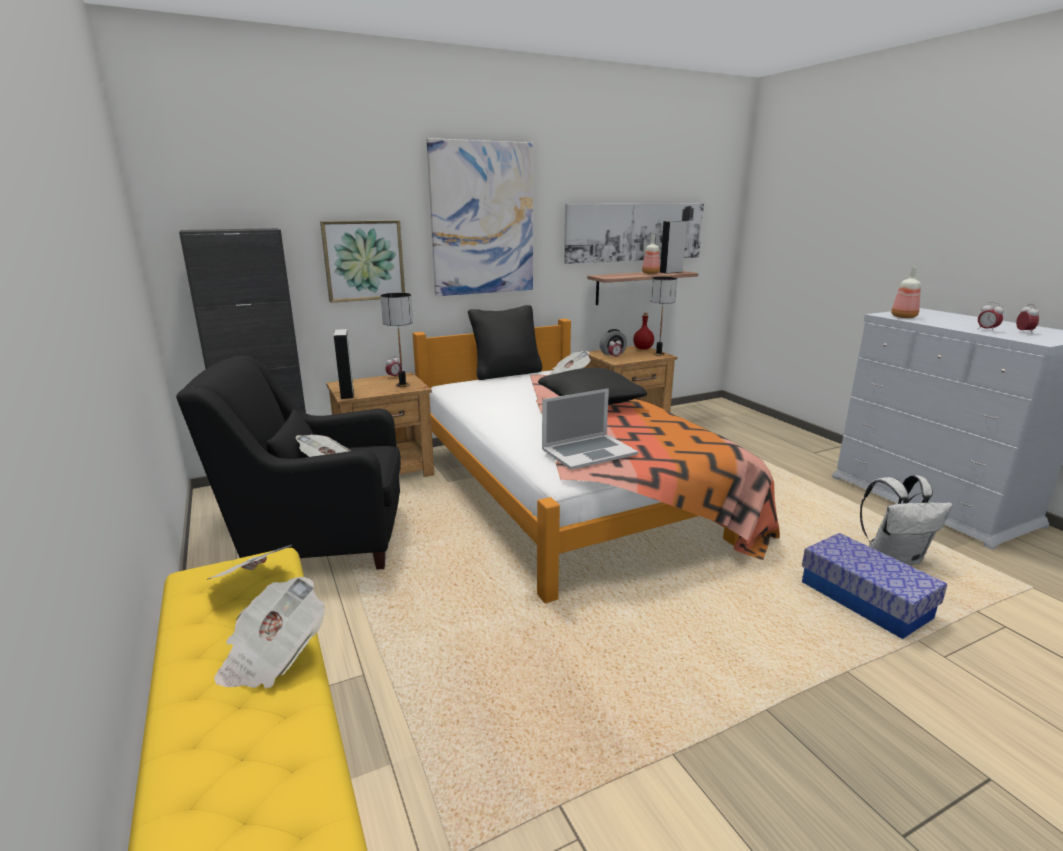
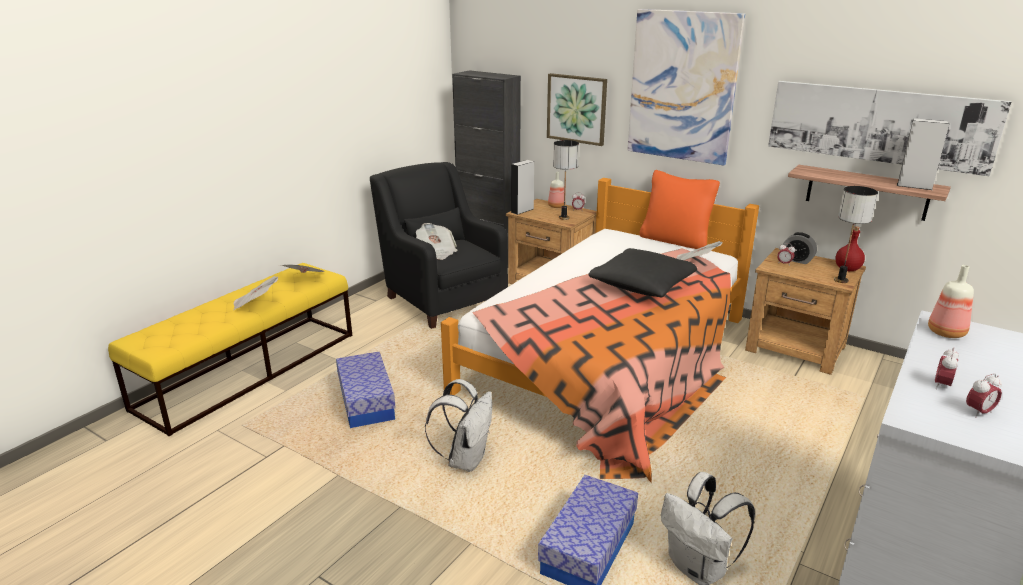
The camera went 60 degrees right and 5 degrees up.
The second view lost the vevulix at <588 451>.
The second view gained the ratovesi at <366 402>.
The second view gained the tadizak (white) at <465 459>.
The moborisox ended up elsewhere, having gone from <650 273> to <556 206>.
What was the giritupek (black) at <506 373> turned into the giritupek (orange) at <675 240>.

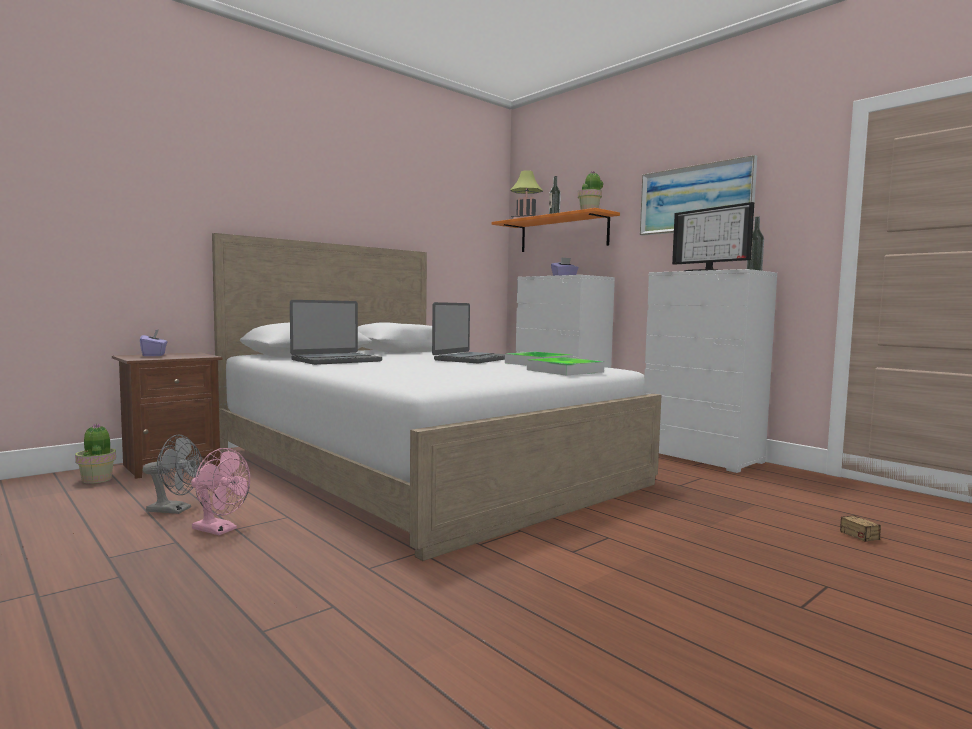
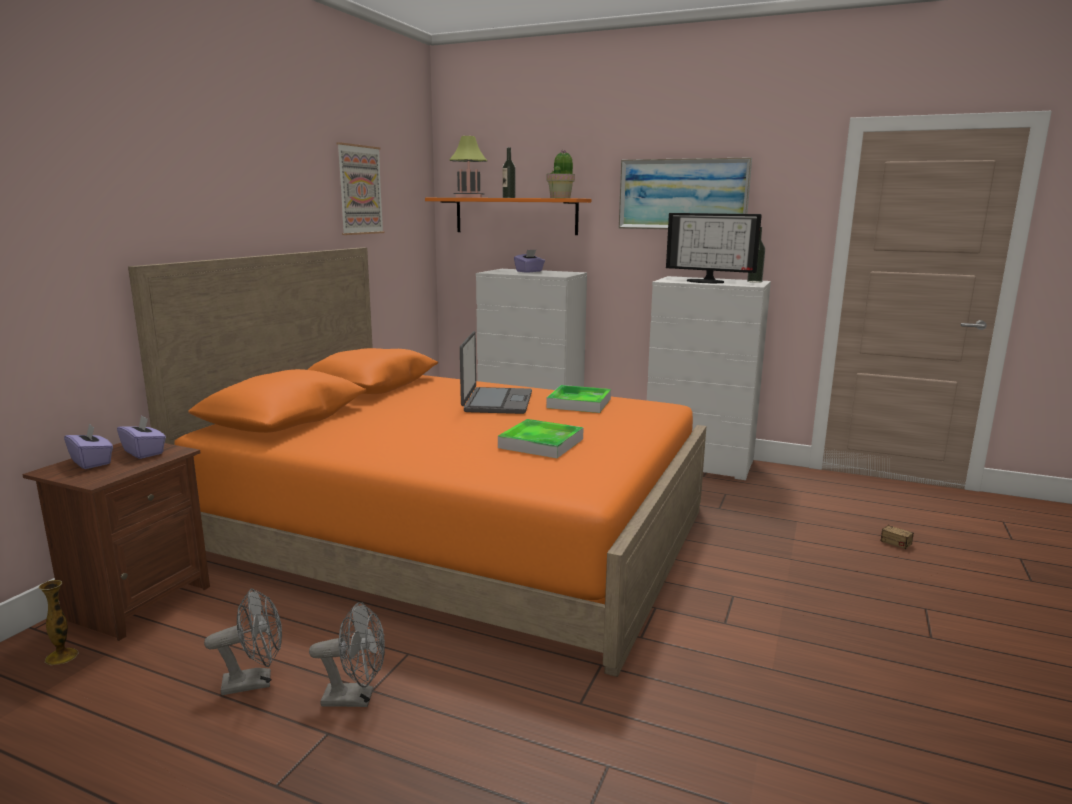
The camera went 25 degrees left and 10 degrees up.
The second view lost the vevulix at <336 360>.
The second view gained the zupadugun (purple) at <144 452>.
The second view gained the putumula at <359 190>.
The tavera ended up elsewhere, having gone from <565 371> to <541 443>.
Where the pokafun stood at <97 479>, the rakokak came to stand at <61 657>.
What was the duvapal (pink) at <220 530> turned into the duvapal (grey) at <356 698>.
What was the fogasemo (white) at <421 466> turned into the fogasemo (orange) at <457 533>.

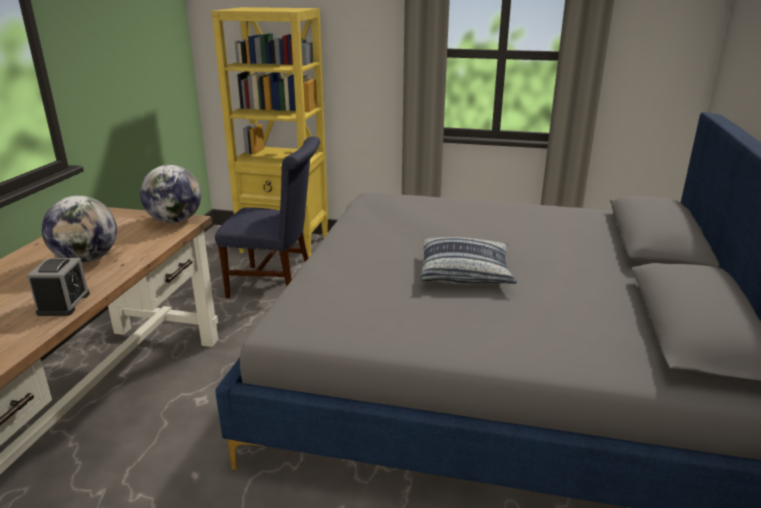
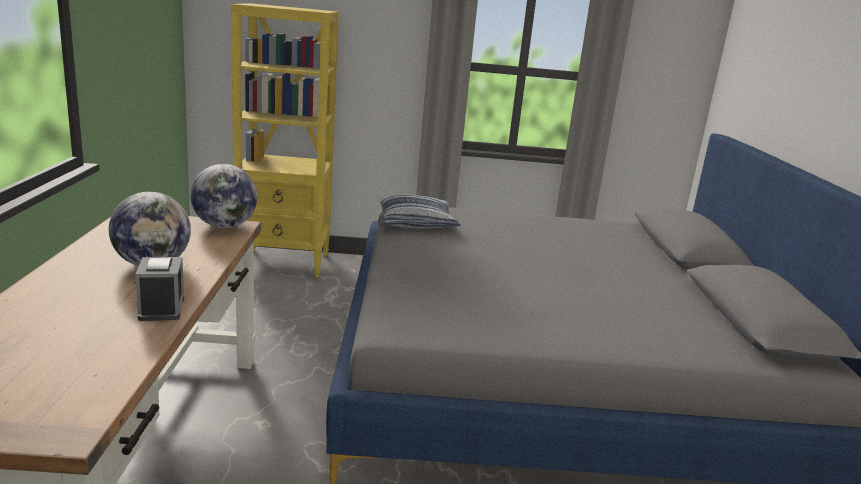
The camera went 15 degrees left and 5 degrees down.
The second view lost the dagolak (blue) at <277 284>.
The giritupek ended up elsewhere, having gone from <465 272> to <417 222>.

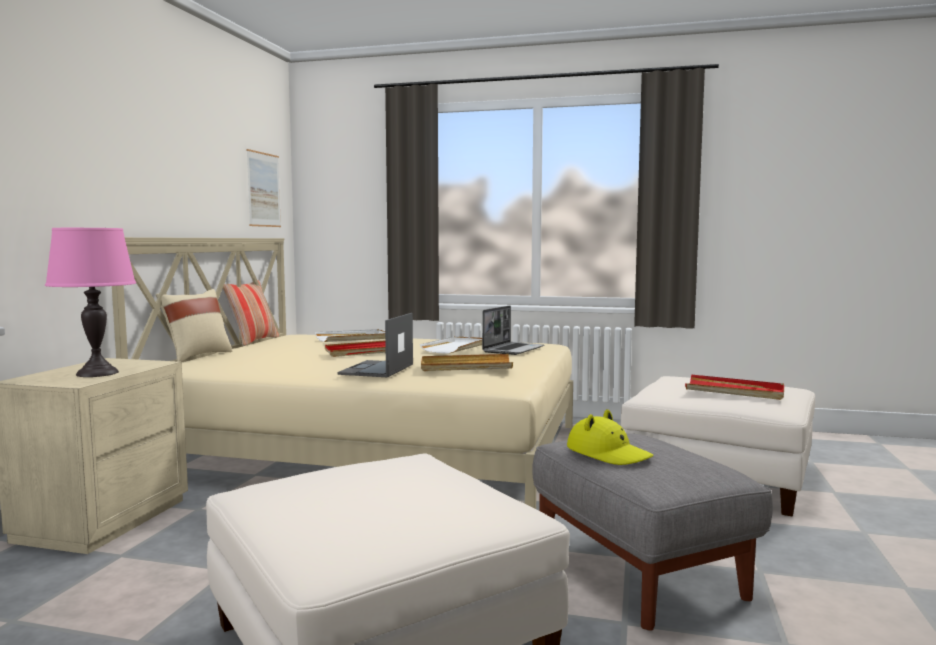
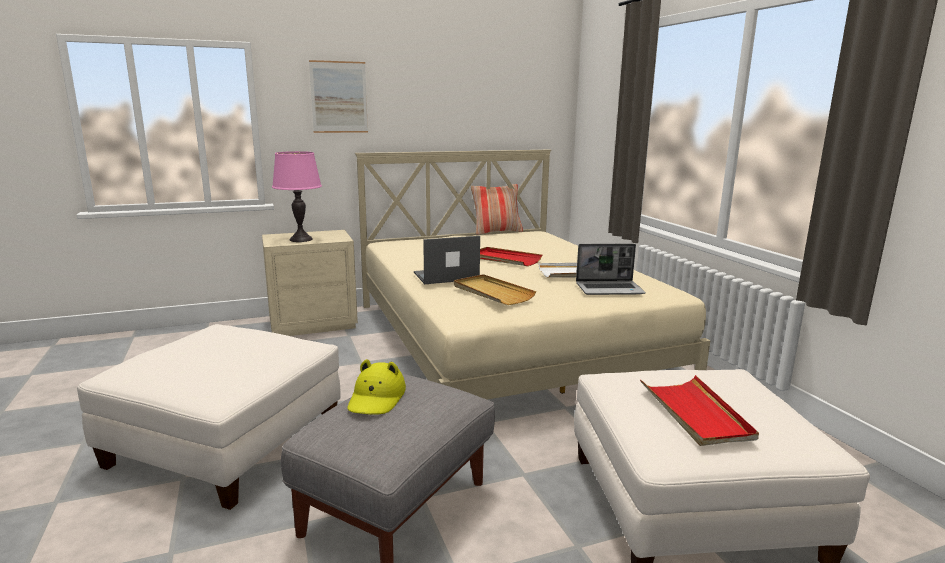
The camera went 55 degrees right and 10 degrees up.
The second view lost the giritupek (beige) at <197 356>.
The second view lost the tavera (white) at <354 338>.
The putumula ended up elsewhere, having gone from <263 189> to <339 97>.

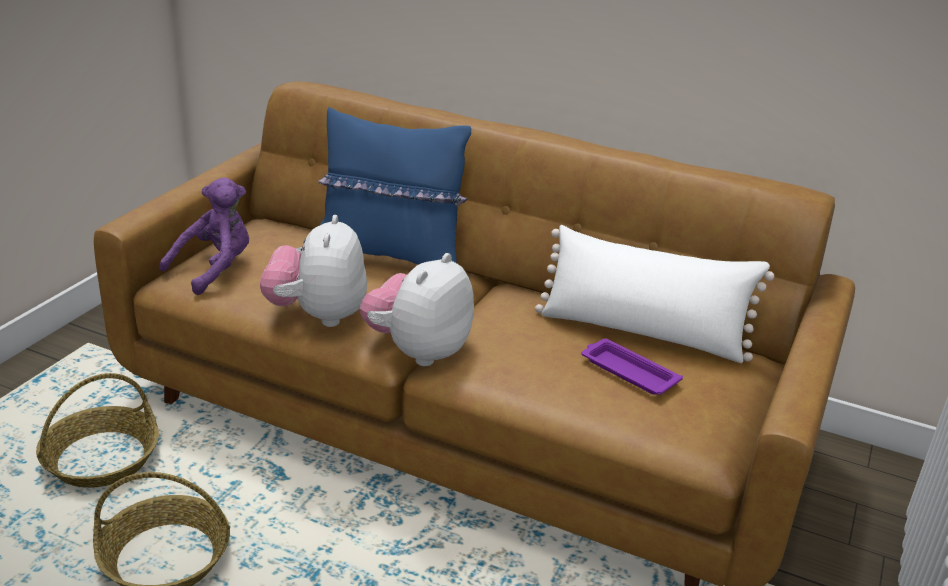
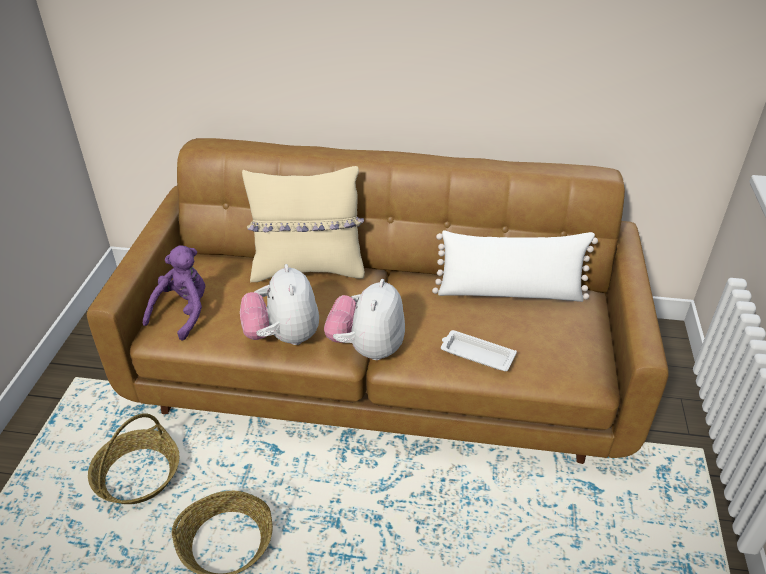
The camera went 15 degrees left and 10 degrees up.
The second view lost the tavera (purple) at <628 372>.
The second view gained the tavera (white) at <476 354>.
What was the giritupek (blue) at <390 257> turned into the giritupek (beige) at <308 269>.

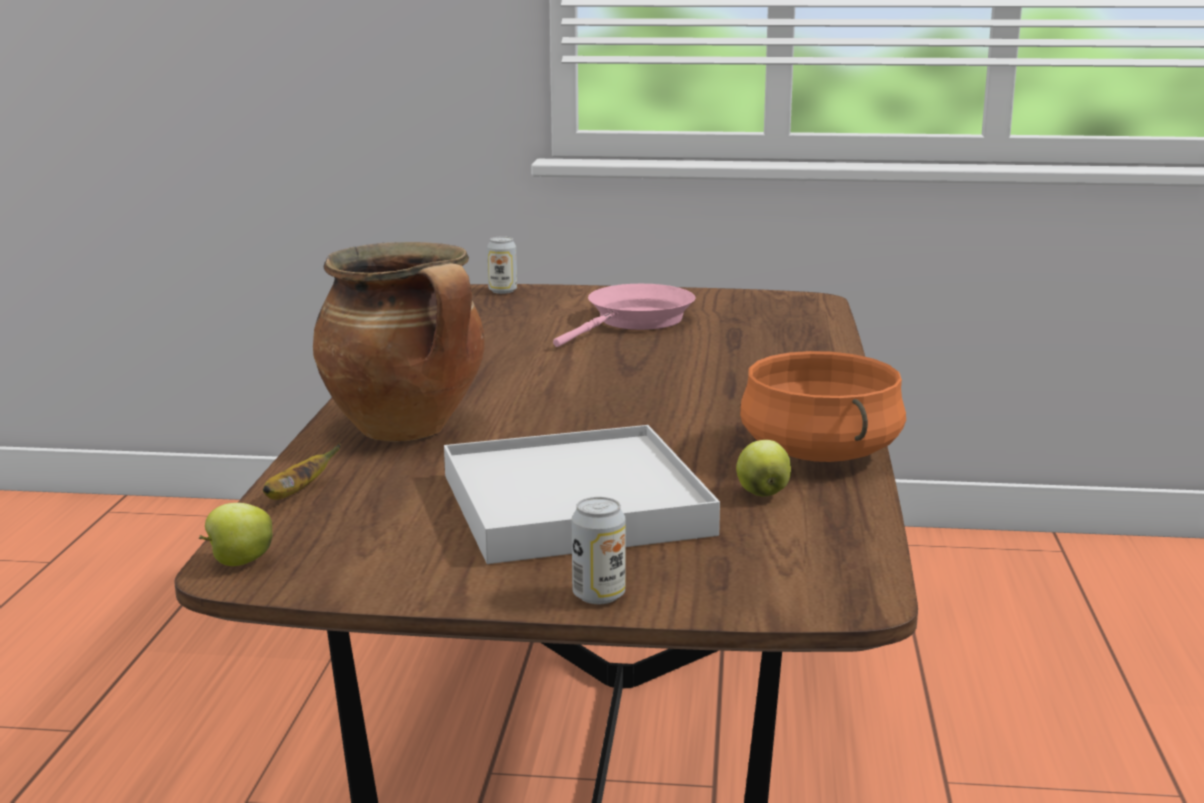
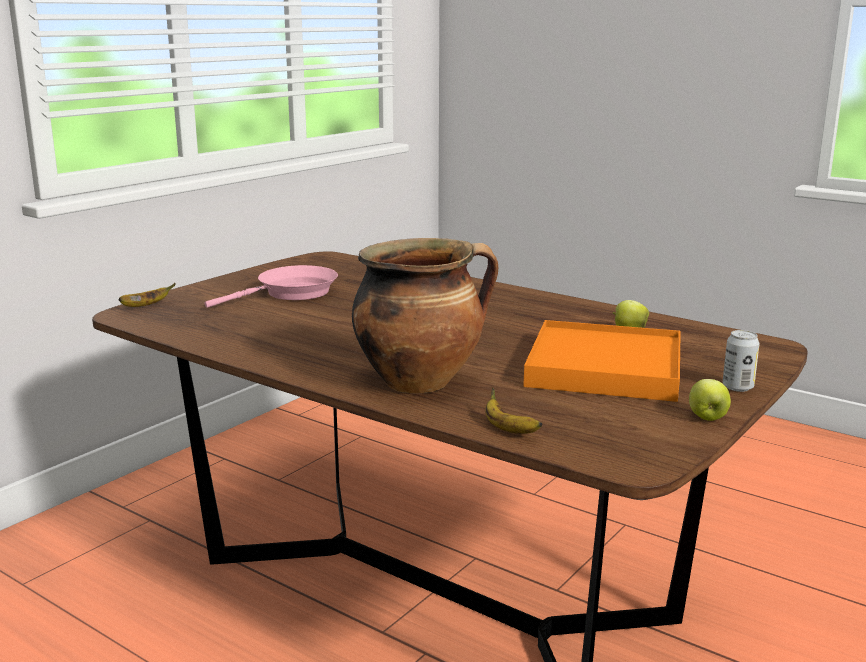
The camera went 60 degrees left and 0 degrees up.
The second view lost the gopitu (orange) at <818 452>.
The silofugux ended up elsewhere, having gone from <238 562> to <707 418>.
Where the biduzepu stood at <502 291>, the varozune came to stand at <145 306>.
What was the tavera (white) at <574 504> turned into the tavera (orange) at <604 368>.
The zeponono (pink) at <635 322> ended up facing another way, 75 degrees clockwise from before.

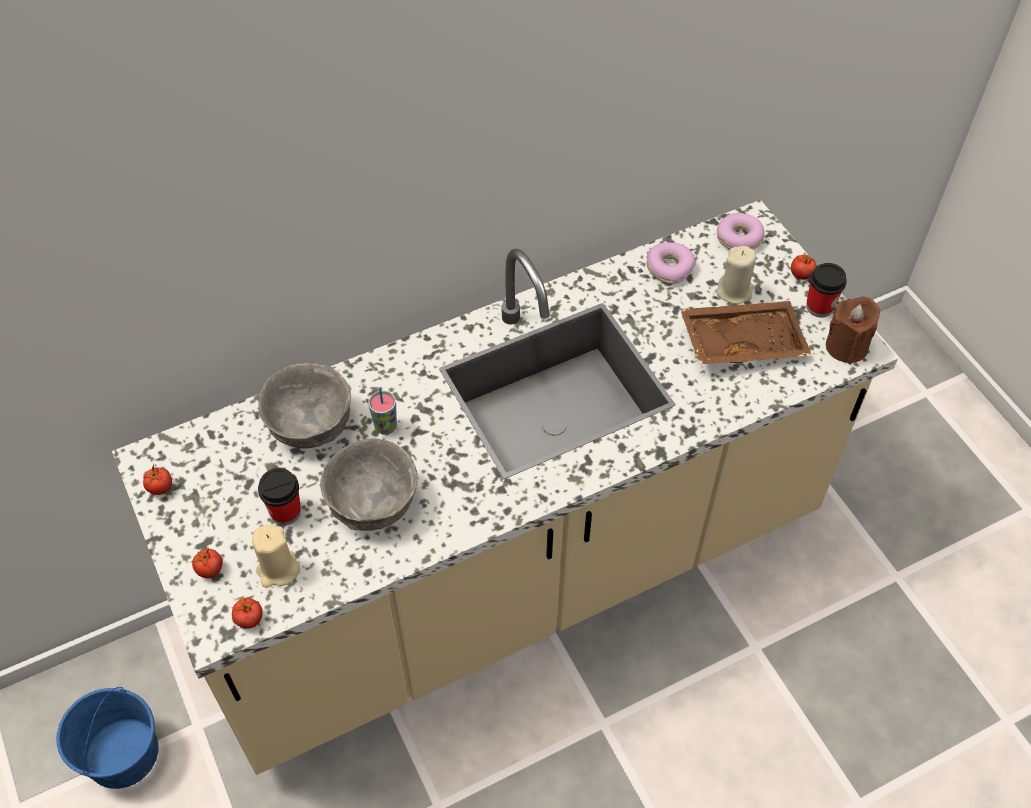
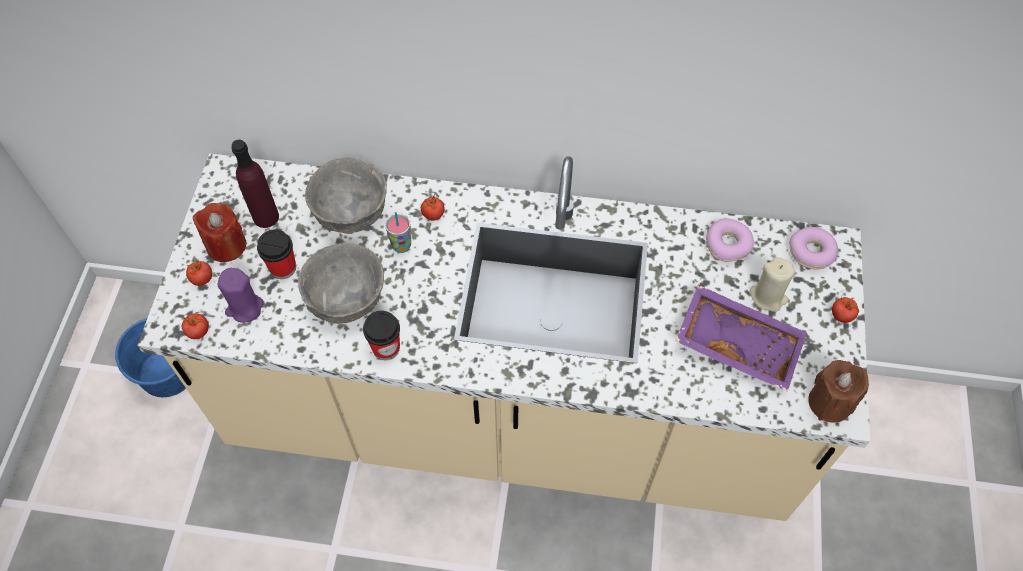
The camera went 35 degrees right and 5 degrees up.
The second view gained the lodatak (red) at <226 245>.
The second view gained the moborisox (purple) at <266 217>.
The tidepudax ended up elsewhere, having gone from <160 488> to <433 215>.
The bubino ended up elsewhere, having gone from <819 307> to <386 348>.
What was the lodatak (beige) at <278 569> turned into the lodatak (purple) at <244 307>.
What was the tavera (brown) at <742 341> turned into the tavera (purple) at <738 343>.

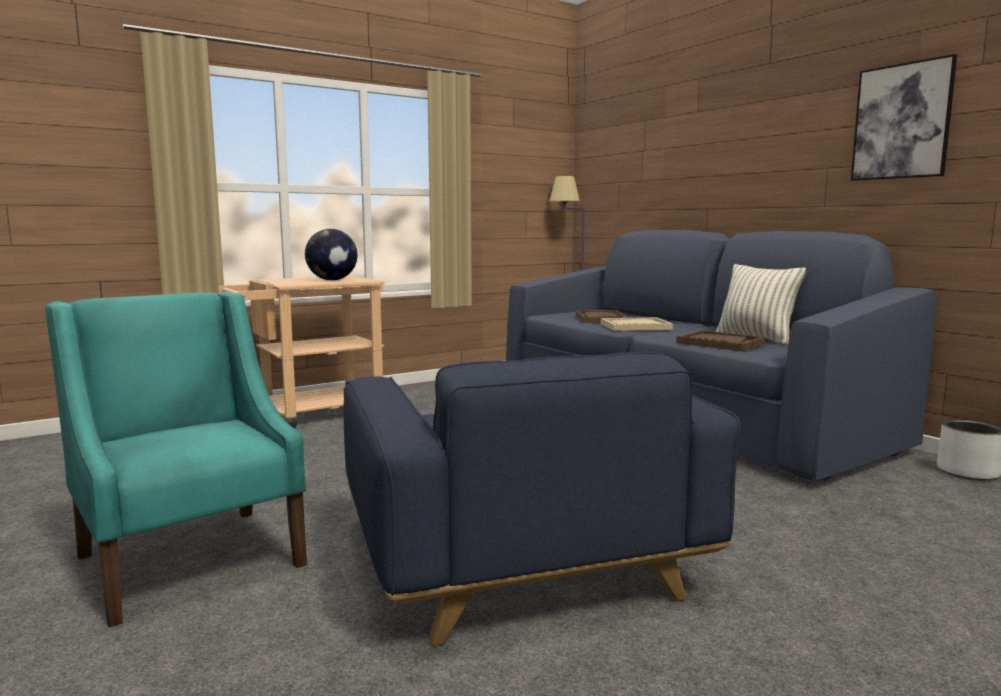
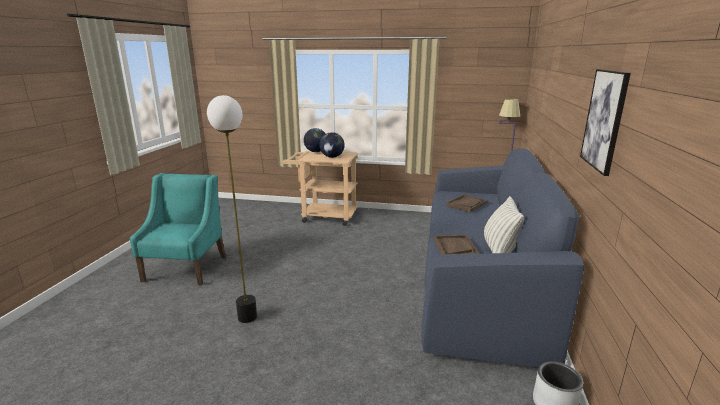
The camera went 45 degrees right and 10 degrees up.
The second view lost the tavera (beige) at <635 326>.
The second view gained the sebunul at <316 152>.
Where the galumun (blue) stood at <520 559>, the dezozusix came to stand at <247 317>.

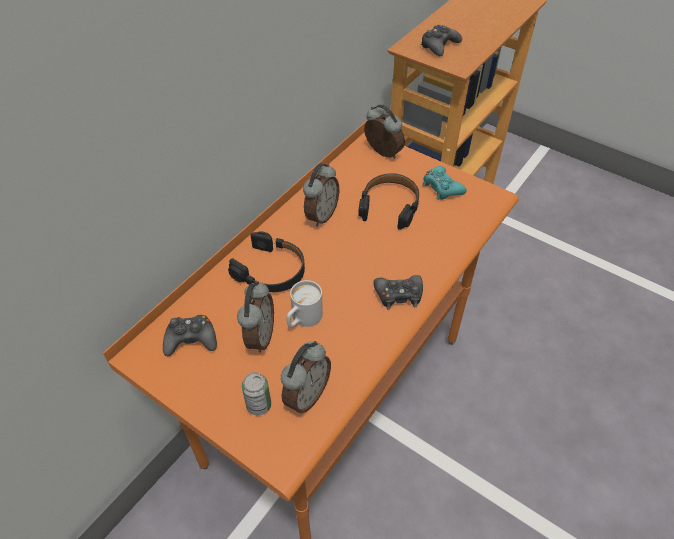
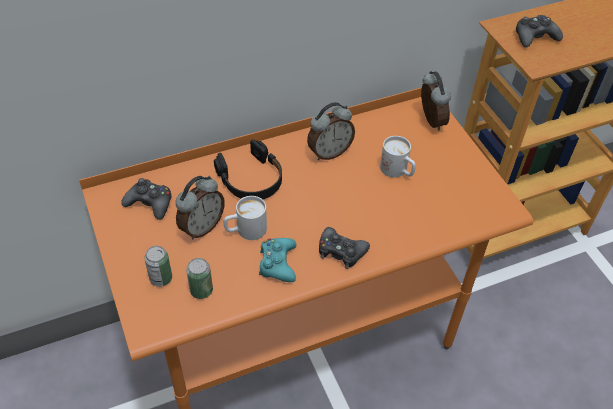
The camera went 30 degrees right and 0 degrees up.
The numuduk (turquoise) ended up elsewhere, having gone from <442 188> to <277 263>.
Where the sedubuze stood at <306 395>, the biduzepu came to stand at <201 290>.
Where the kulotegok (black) stood at <389 205>, the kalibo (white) came to stand at <397 171>.

